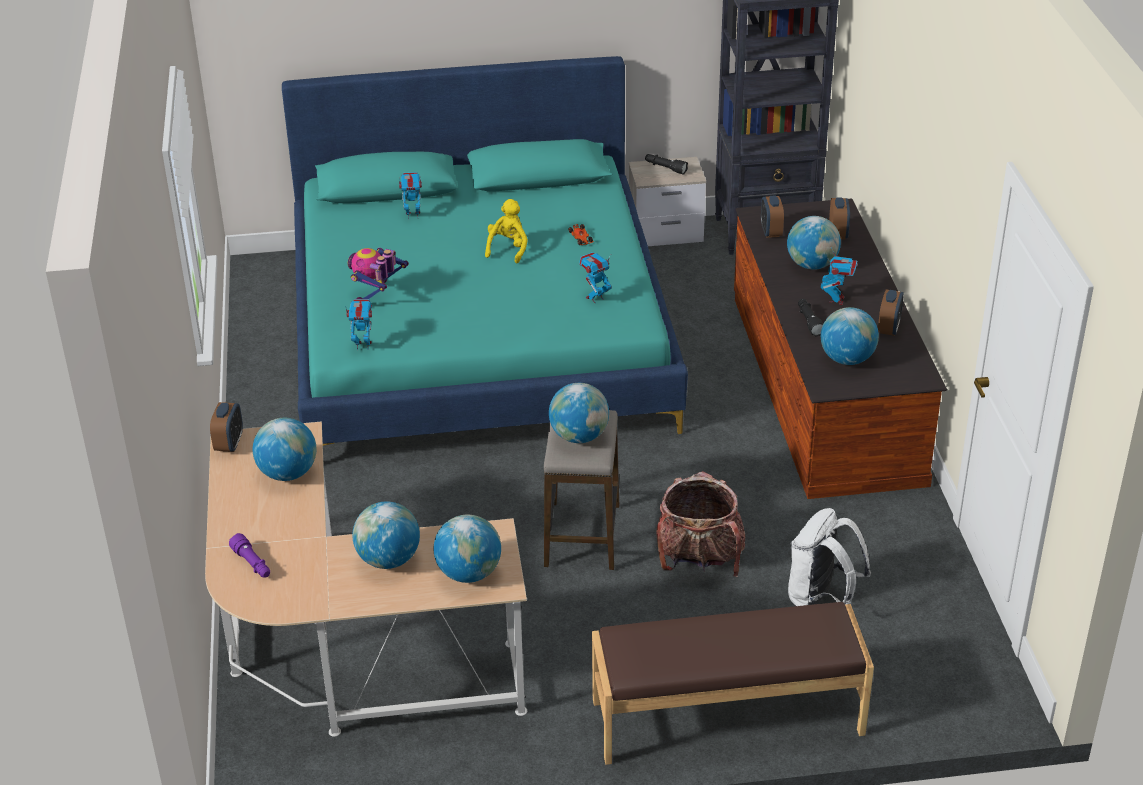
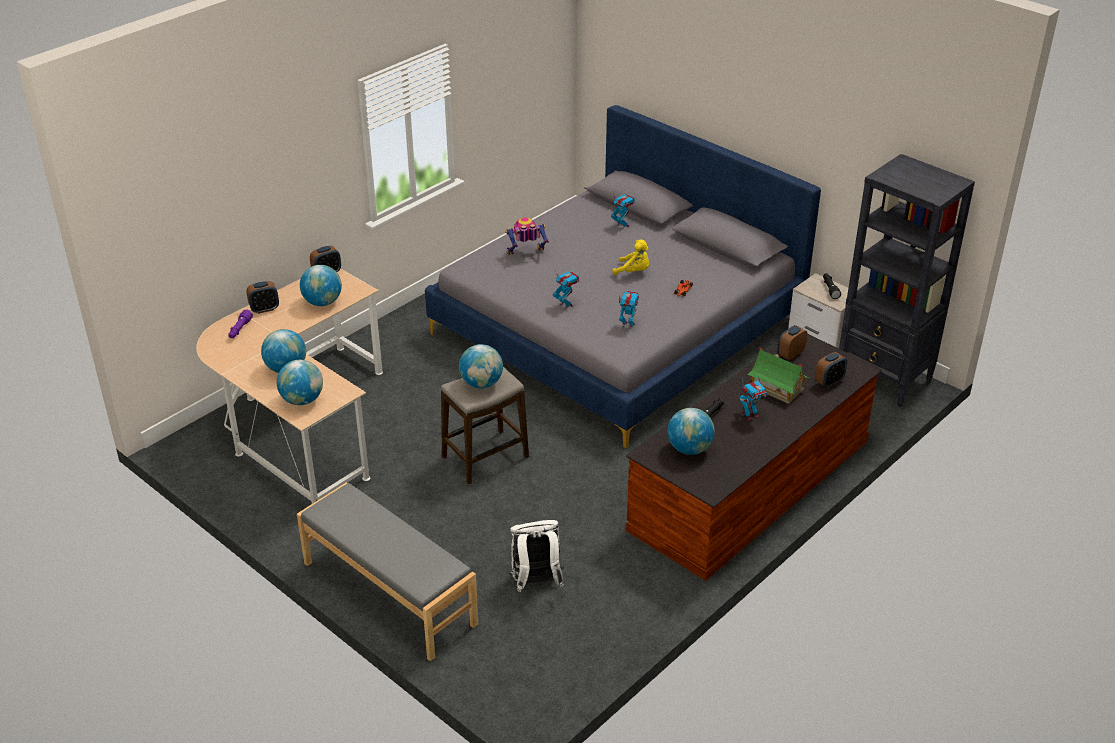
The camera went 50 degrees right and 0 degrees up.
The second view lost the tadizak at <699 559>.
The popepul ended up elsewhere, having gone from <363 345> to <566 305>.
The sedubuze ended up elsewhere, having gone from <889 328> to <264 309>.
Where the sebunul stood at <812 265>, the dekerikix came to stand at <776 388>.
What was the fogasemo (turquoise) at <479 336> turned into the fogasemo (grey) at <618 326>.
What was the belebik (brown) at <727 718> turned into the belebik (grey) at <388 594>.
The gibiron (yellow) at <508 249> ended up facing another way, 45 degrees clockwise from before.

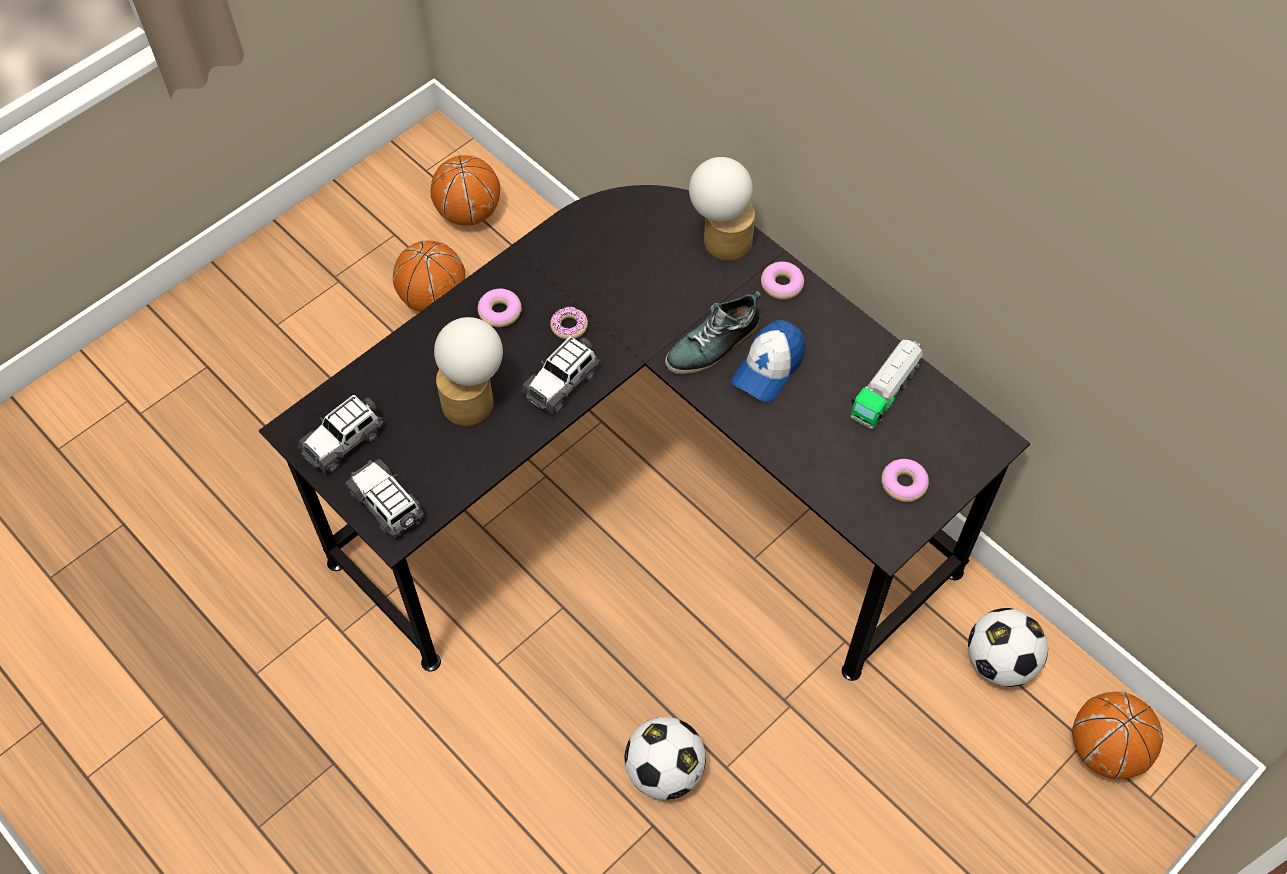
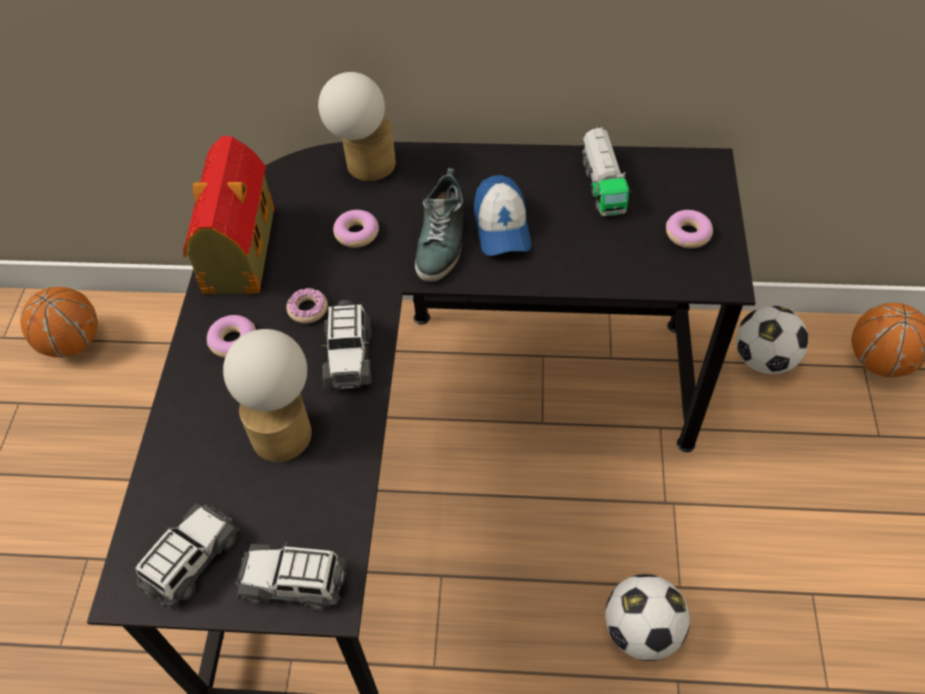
The camera went 40 degrees left and 5 degrees down.
The second view lost the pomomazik at <433 298>.
The second view gained the dekerikix at <239 252>.
The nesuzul ended up elsewhere, having gone from <782 284> to <357 233>.
The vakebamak at <343 441> ended up facing another way, 150 degrees counterclockwise from before.

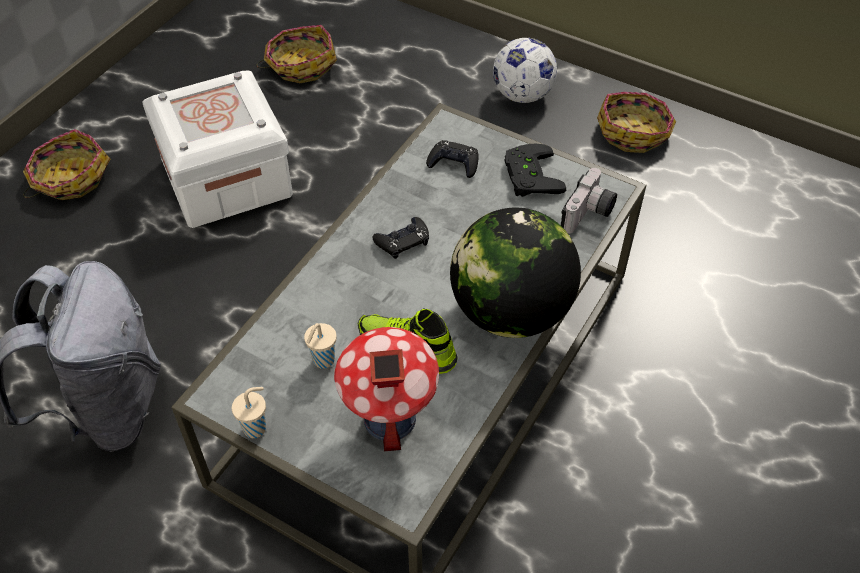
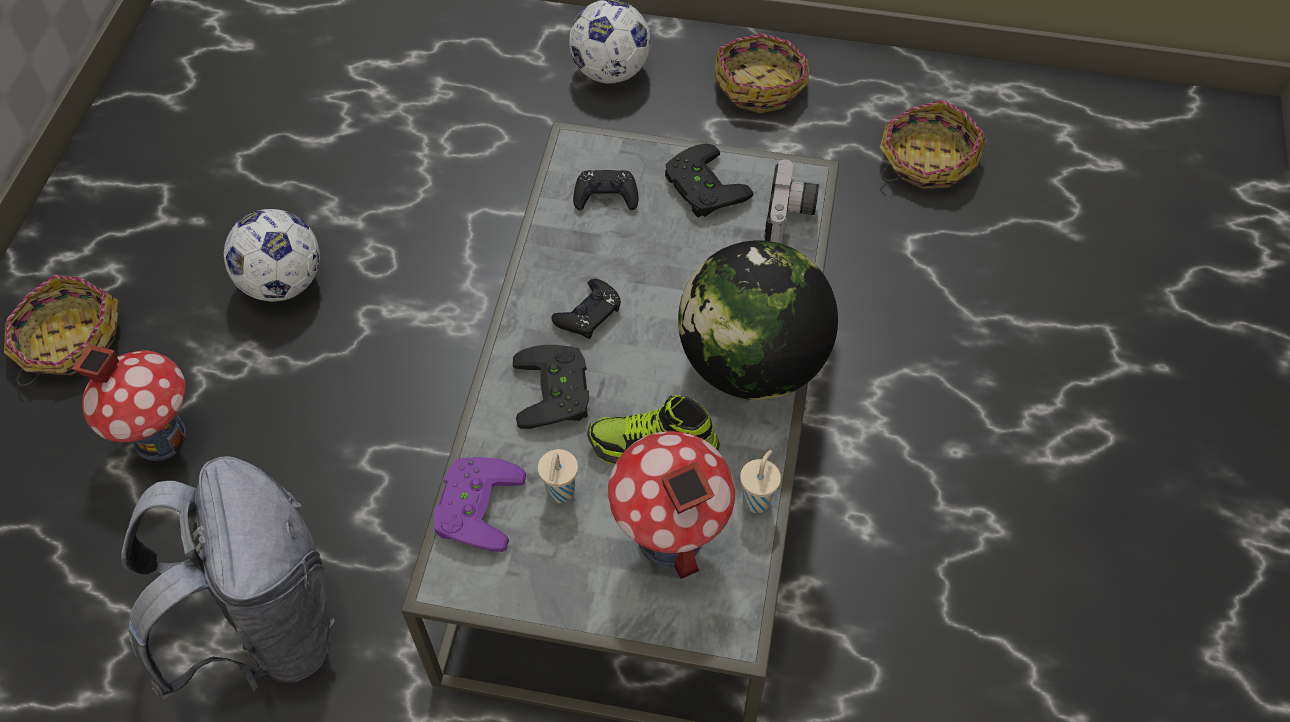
The camera went 20 degrees left and 5 degrees up.
The second view gained the dekerikix at <160 437>.
The second view gained the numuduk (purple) at <472 505>.
The second view gained the numuduk (black) at <558 391>.
The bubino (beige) ended up elsewhere, having gone from <256 427> to <757 499>.
The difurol ended up elsewhere, having gone from <300 65> to <925 160>.
Where the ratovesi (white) stood at <226 178>, the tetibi came to stand at <283 282>.

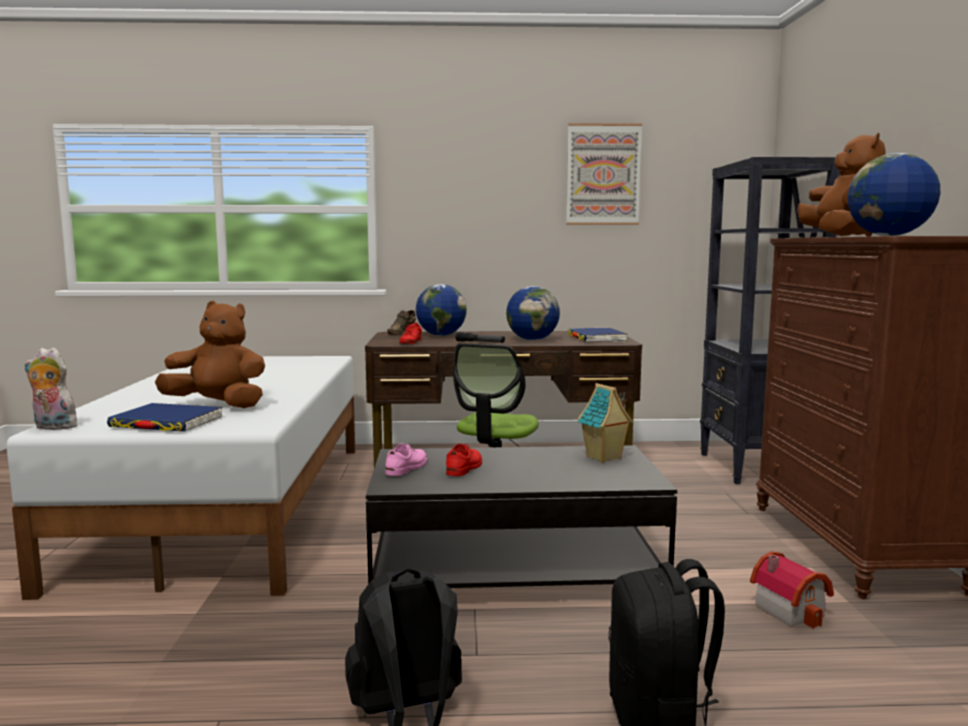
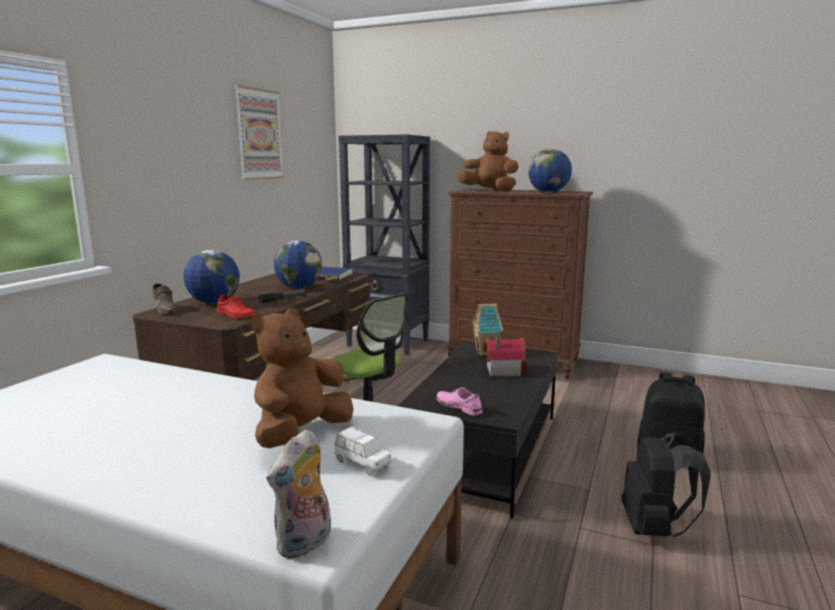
The camera went 65 degrees left and 5 degrees up.
The second view lost the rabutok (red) at <464 467>.
The dekerikix ended up elsewhere, having gone from <790 609> to <501 370>.
Where the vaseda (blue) stood at <167 423>, the vakebamak (white) came to stand at <362 464>.

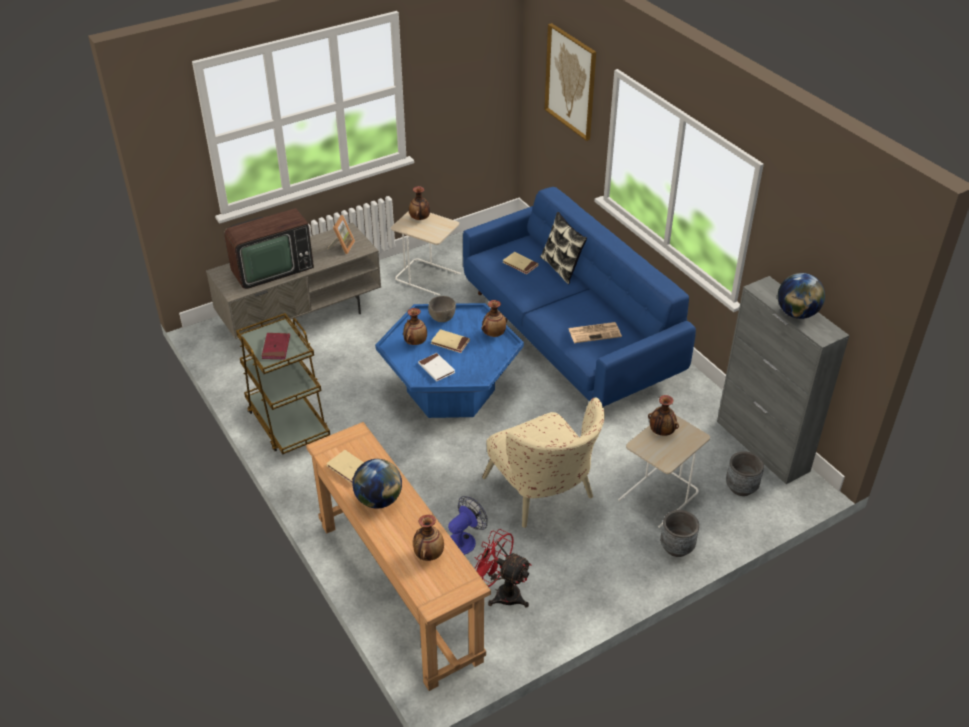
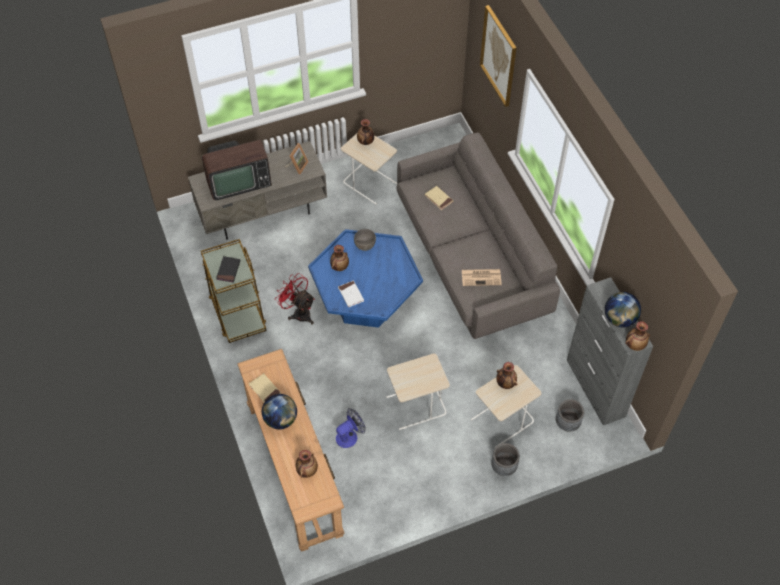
The camera went 10 degrees right and 15 degrees up.
The second view lost the vaseda (beige) at <450 342>.
The second view lost the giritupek at <561 268>.
The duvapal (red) ended up elsewhere, having gone from <502 593> to <299 312>.
The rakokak ended up elsewhere, having gone from <494 334> to <635 345>.
Where the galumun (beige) stood at <543 495>, the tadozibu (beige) came to stand at <416 406>.
What was the vaseda (red) at <276 348> turned into the vaseda (black) at <228 270>.
What was the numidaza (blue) at <567 334> turned into the numidaza (grey) at <470 258>.

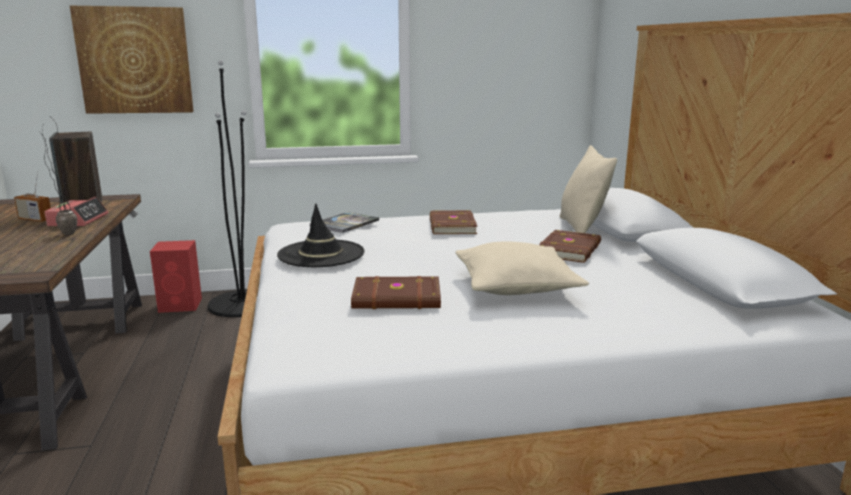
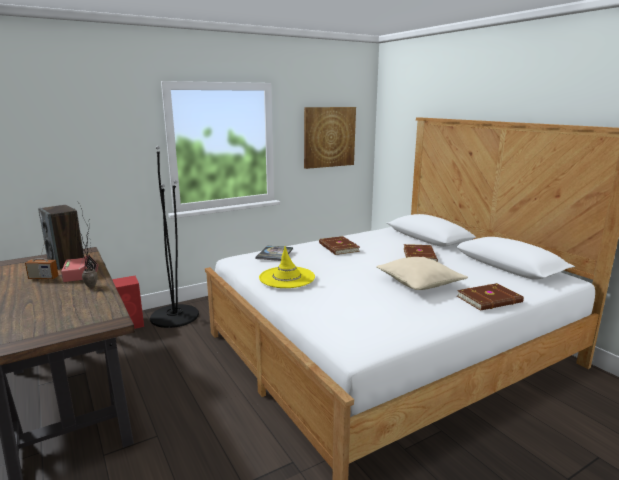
The camera went 20 degrees left and 0 degrees up.
The second view lost the giritupek (beige) at <582 228>.
The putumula ended up elsewhere, having gone from <135 60> to <329 137>.
The vaseda (brown) ended up elsewhere, having gone from <397 298> to <490 300>.
What was the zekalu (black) at <321 254> turned into the zekalu (yellow) at <287 277>.

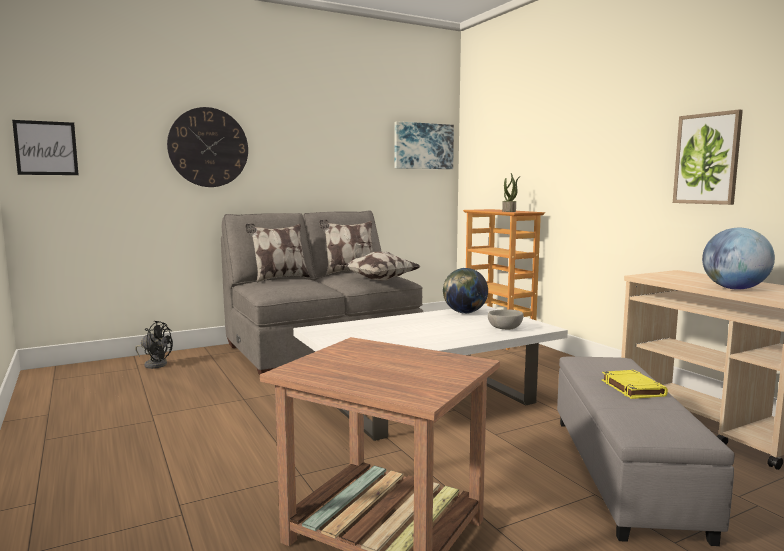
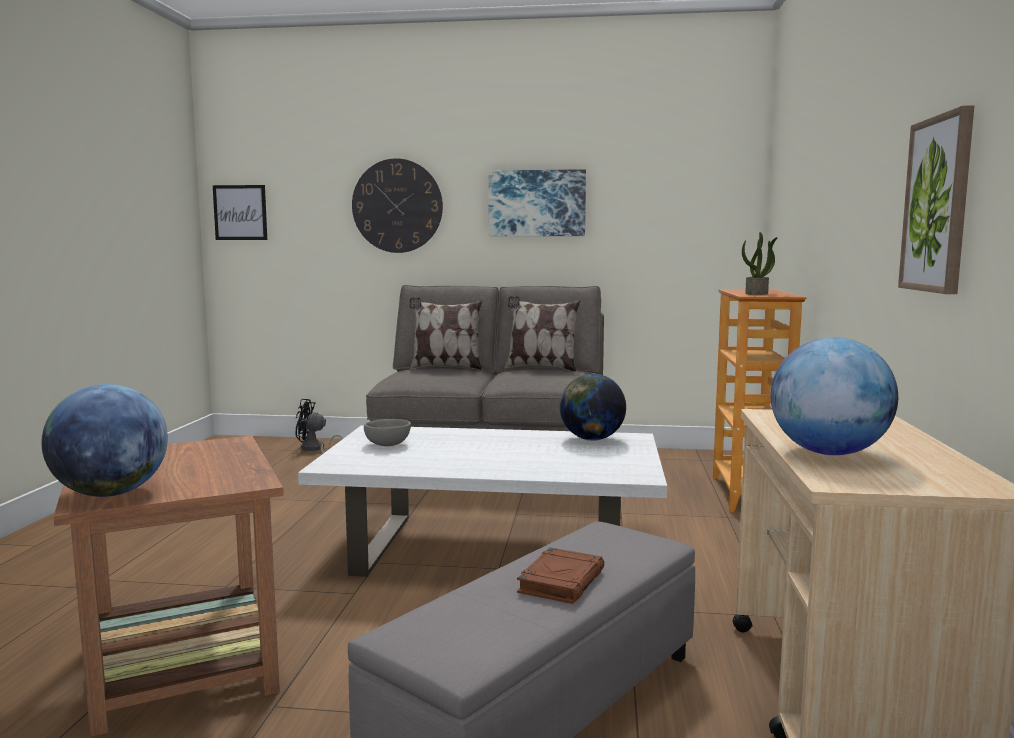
The camera went 35 degrees right and 0 degrees up.
The second view lost the giritupek at <378 280>.
The second view gained the sebunul at <111 493>.
The putumula ended up elsewhere, having gone from <423 146> to <537 203>.
The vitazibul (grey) ended up elsewhere, having gone from <505 329> to <387 445>.
What was the vaseda (yellow) at <632 388> turned into the vaseda (brown) at <561 581>.
The duvapal (black) at <155 364> ended up facing another way, 135 degrees clockwise from before.

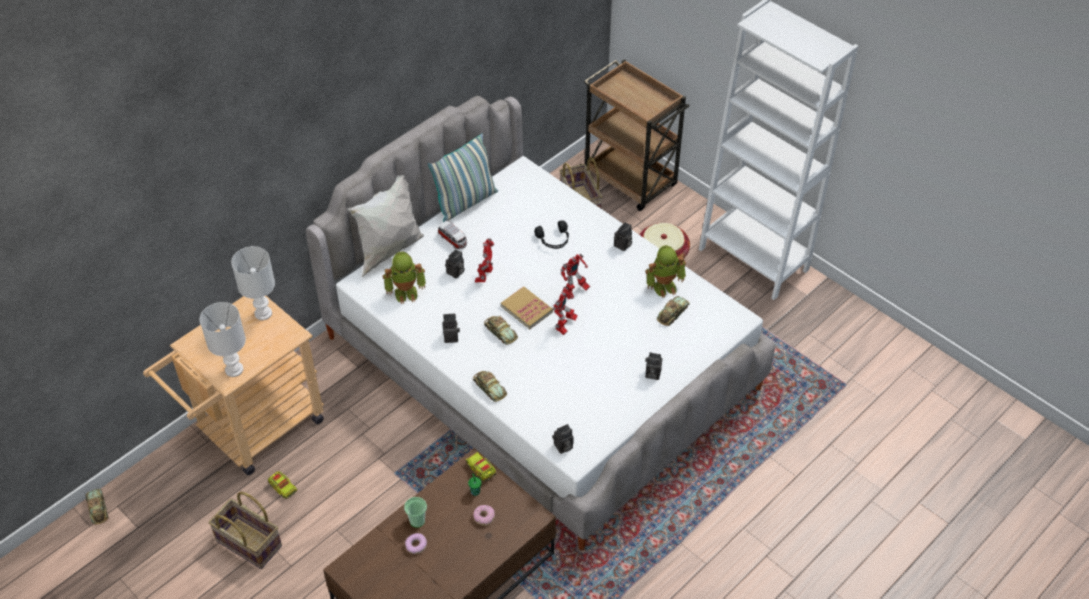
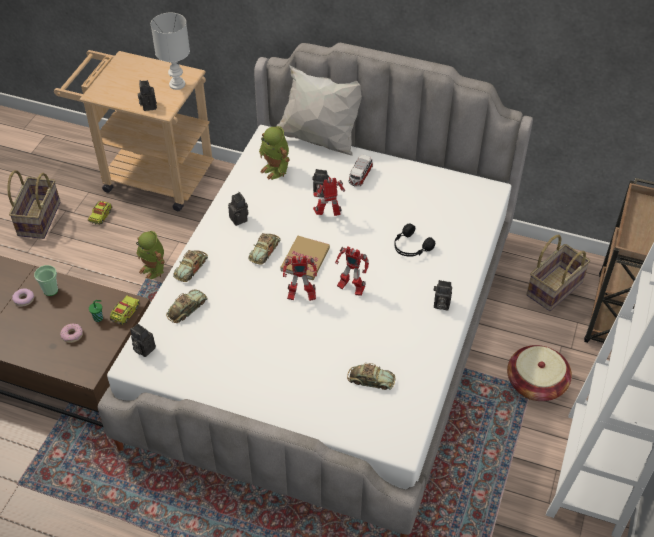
The camera went 65 degrees right and 0 degrees up.
The second view lost the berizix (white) at <235 369>.
The second view lost the giritupek at <465 202>.
The vakebamak ended up elsewhere, having gone from <98 508> to <187 309>.
The popepul ended up elsewhere, having gone from <664 286> to <154 269>.
The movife ended up elsewhere, having gone from <652 374> to <148 105>.

